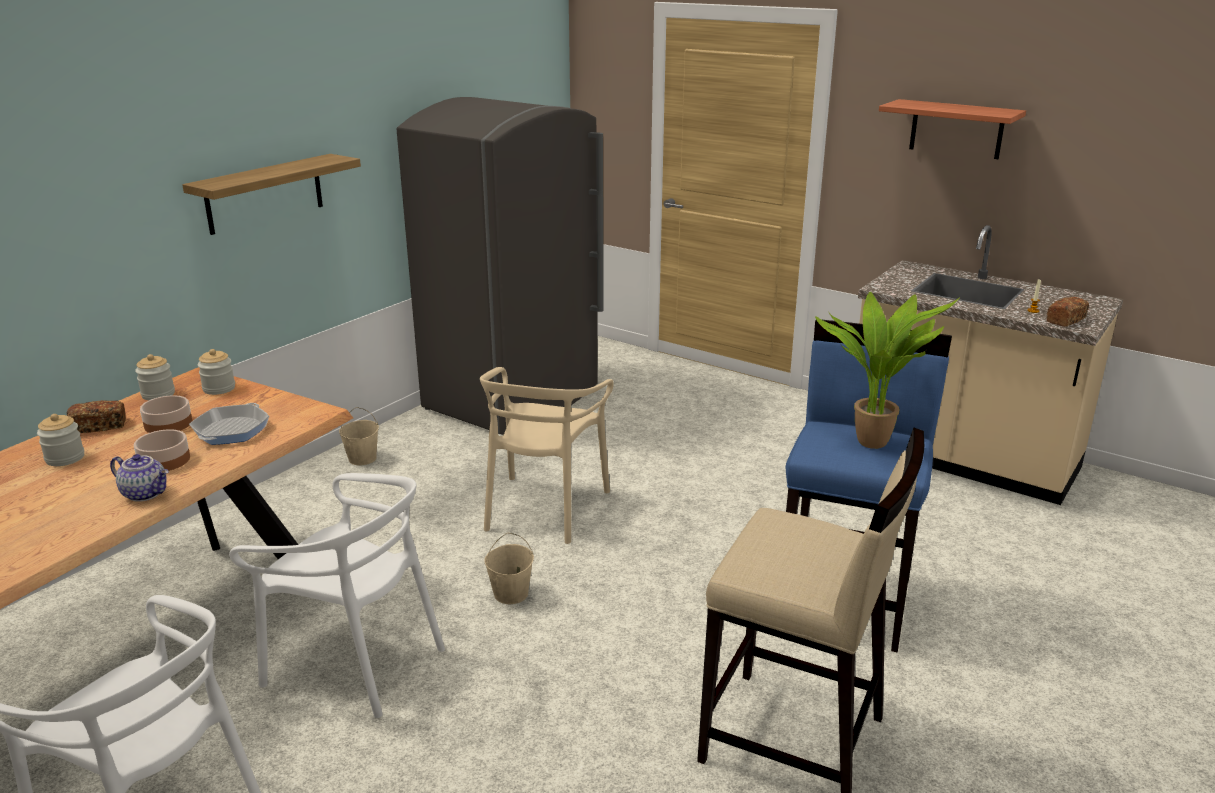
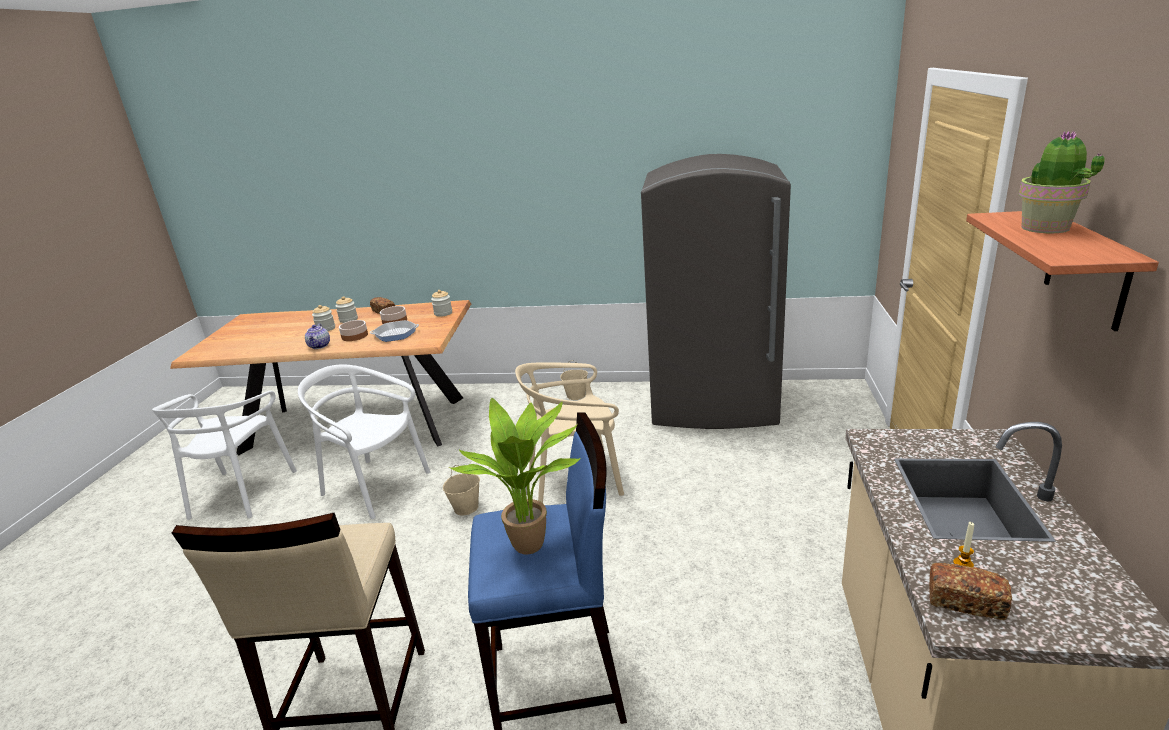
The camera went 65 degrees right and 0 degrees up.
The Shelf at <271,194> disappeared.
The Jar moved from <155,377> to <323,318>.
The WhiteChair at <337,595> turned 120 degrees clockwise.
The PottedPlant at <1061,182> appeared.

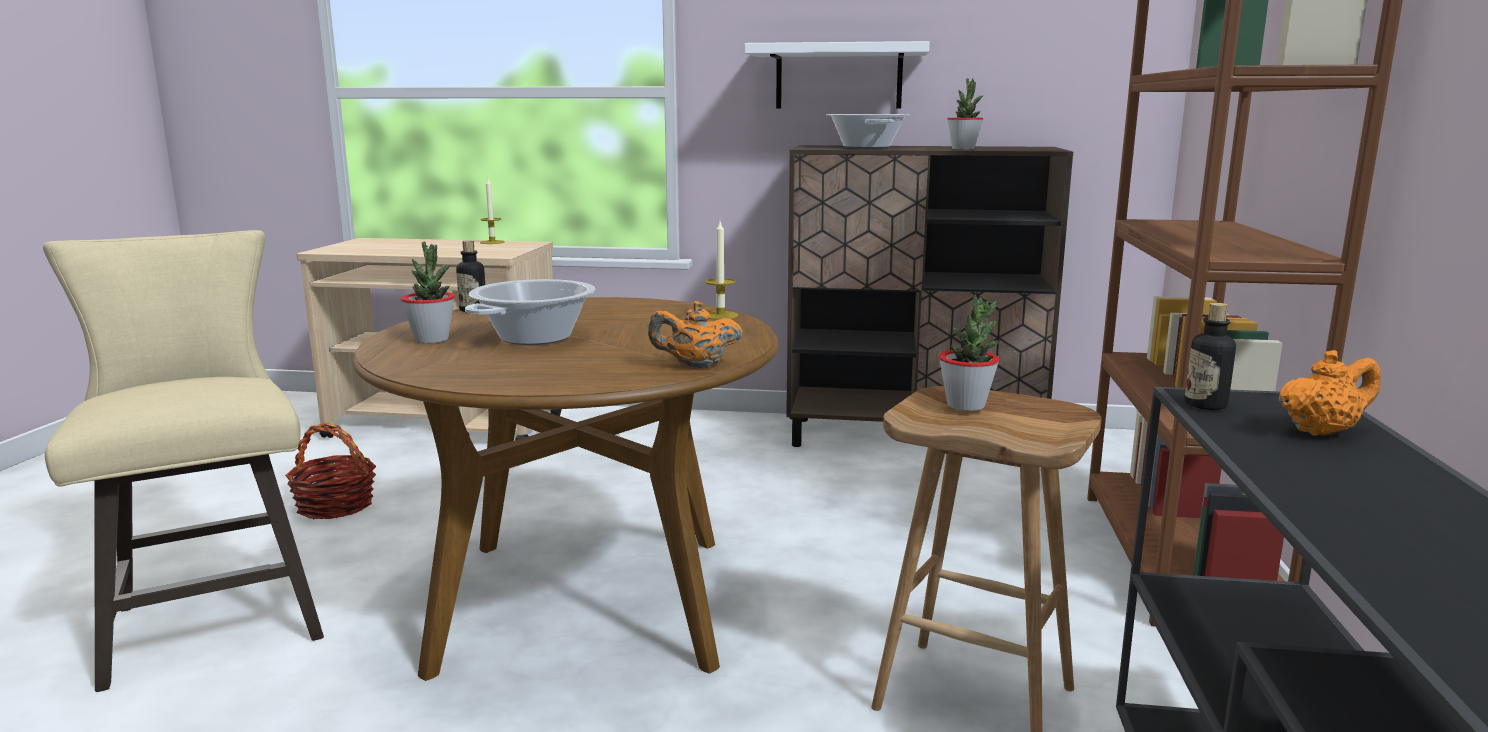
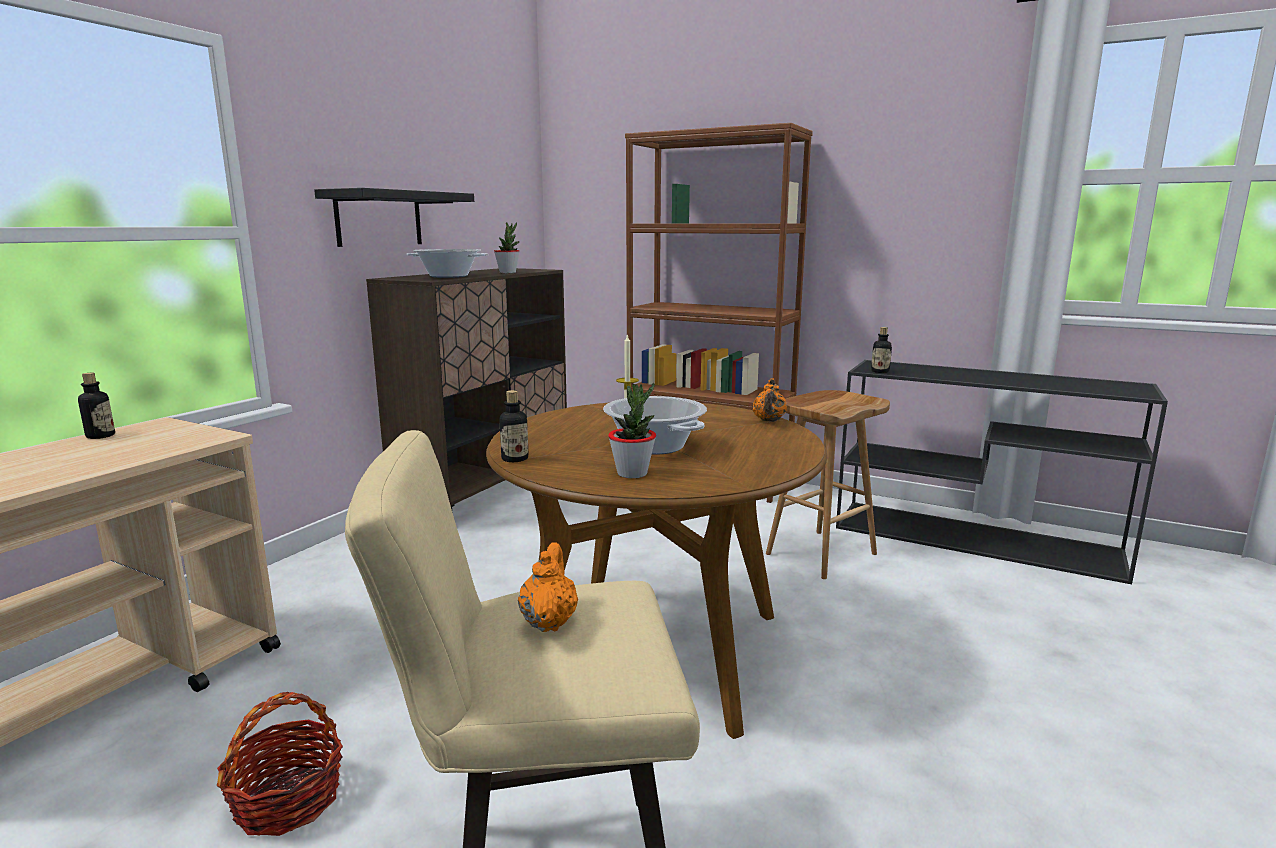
The camera went 70 degrees left and 0 degrees up.
The WhiteShelf at <837,75> became the BlackShelf at <394,217>.
The Candle at <492,211> was replaced by the Bottle at <96,406>.
The PottedPlant at <969,353> disappeared.
The OrangeTeapot moved from <1329,393> to <548,587>.

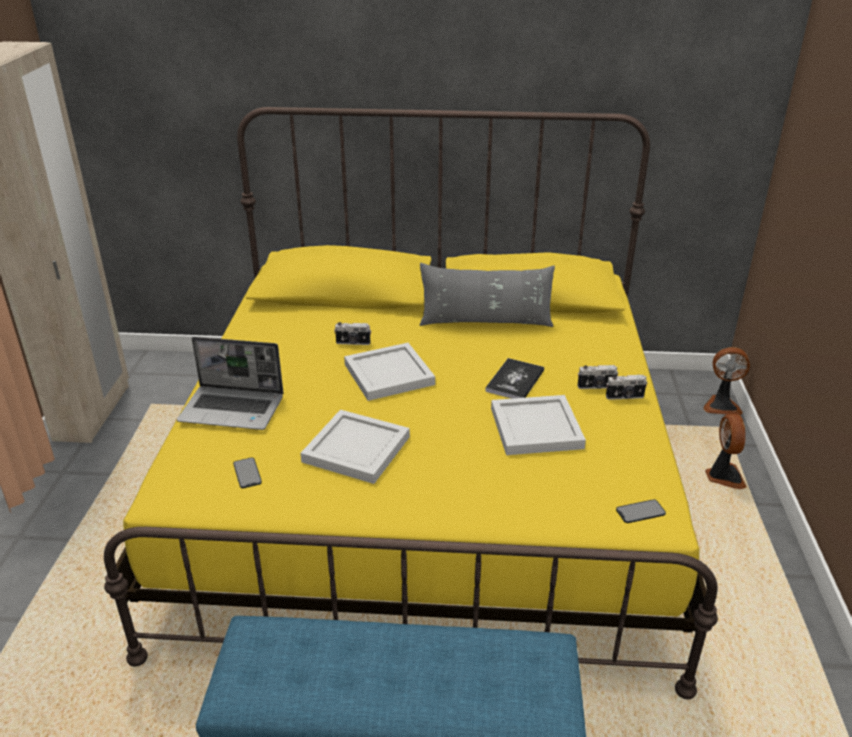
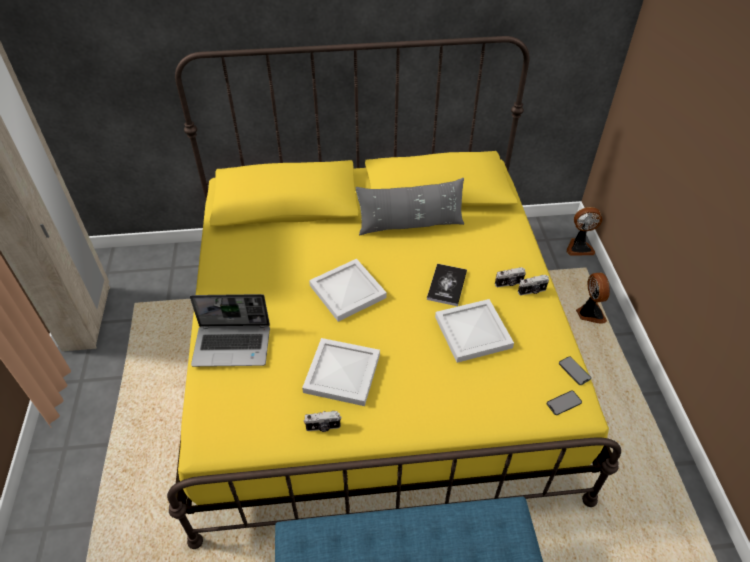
The camera went 10 degrees left and 15 degrees up.
The PhotoCamera moved from <352,333> to <323,421>.
The Phone moved from <247,473> to <575,370>.

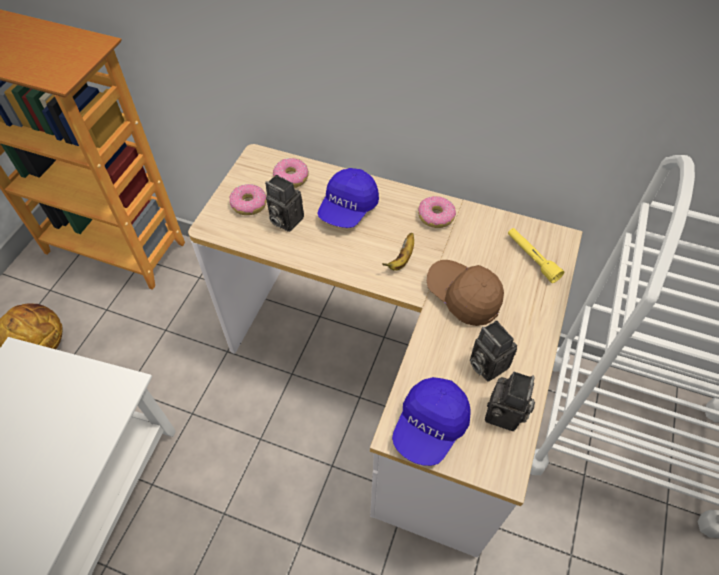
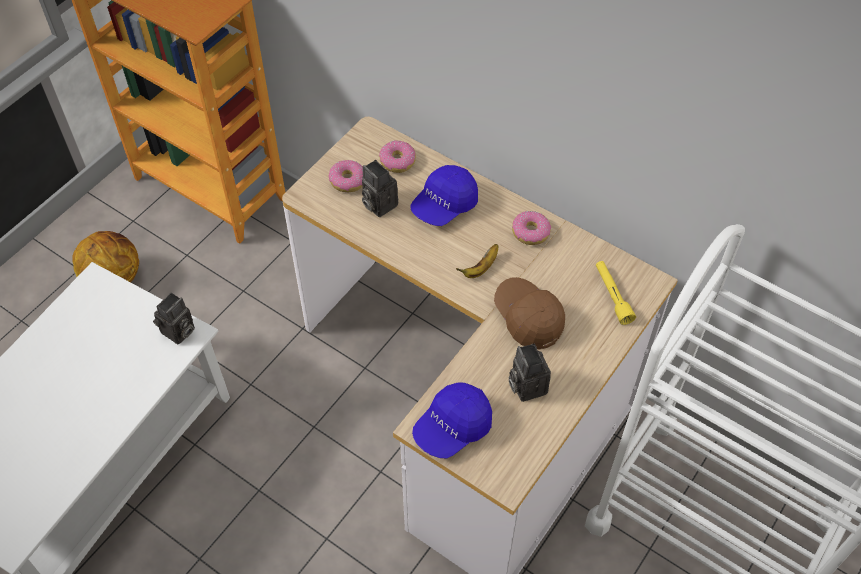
The camera went 15 degrees right and 0 degrees up.
The PhotoCamera moved from <510,401> to <174,319>.

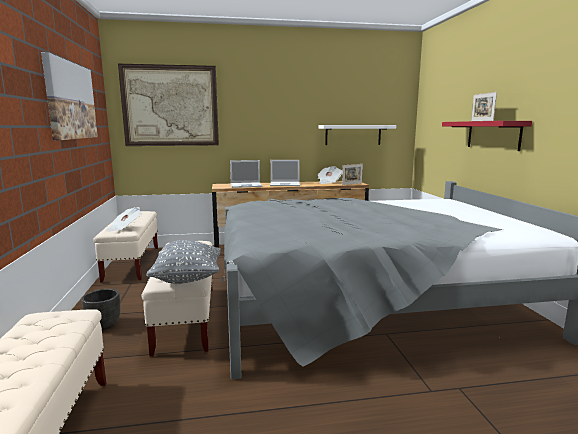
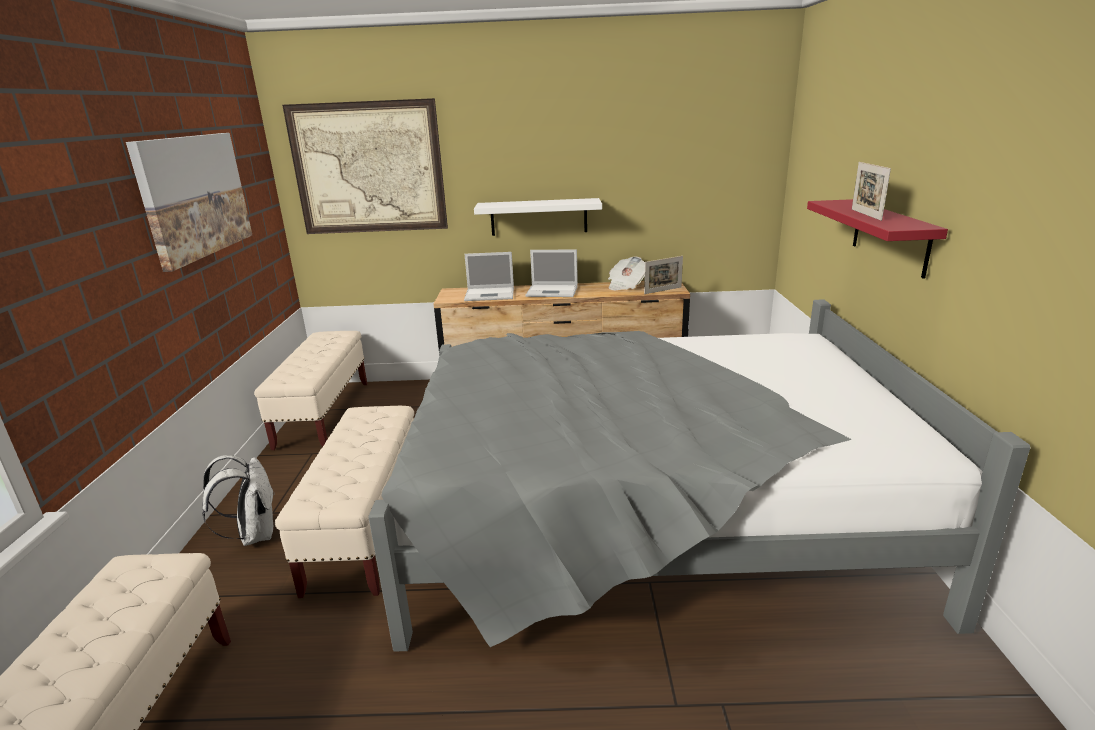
The camera went 10 degrees right and 10 degrees up.
The WhiteShelf moved from <357,135> to <538,217>.
The Newspaper at <123,219> disappeared.
The GreyPillow at <183,262> disappeared.
The BlackPlanter at <100,309> was replaced by the WhiteBackpack at <238,500>.

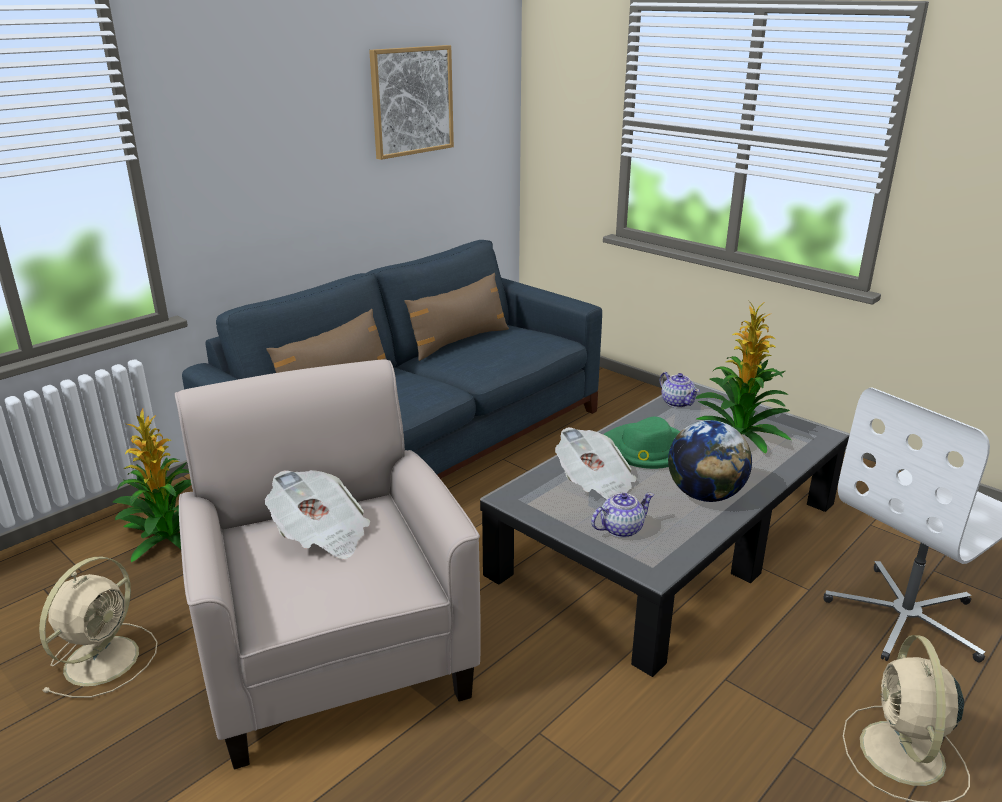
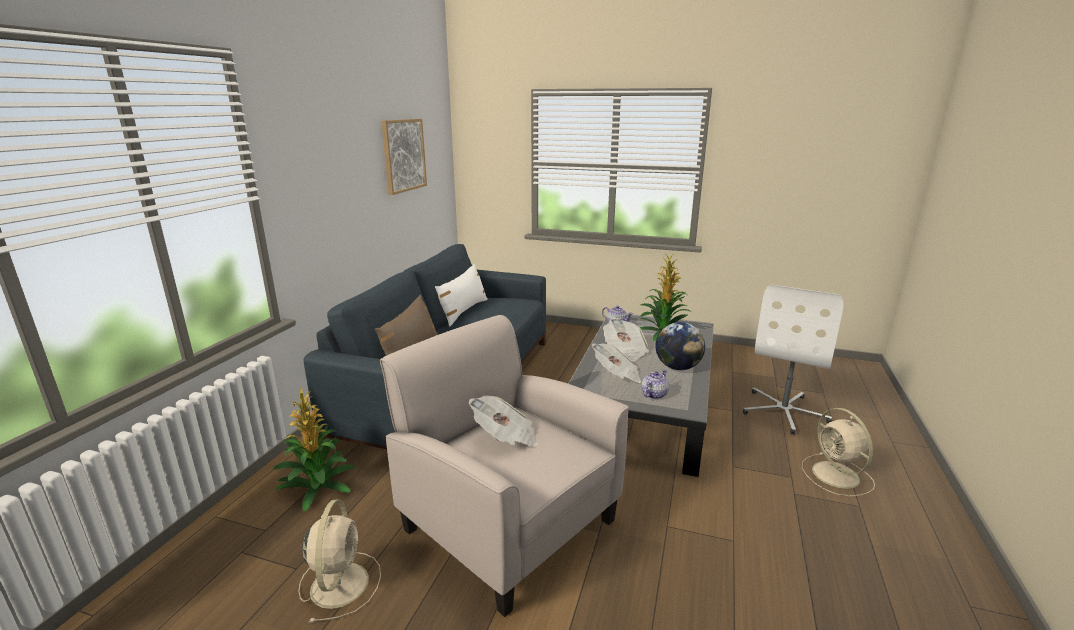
The camera went 25 degrees left and 5 degrees down.
The BrownPillow at <457,317> became the WhitePillow at <461,295>.
The GreenHat at <642,443> was replaced by the Newspaper at <626,340>.

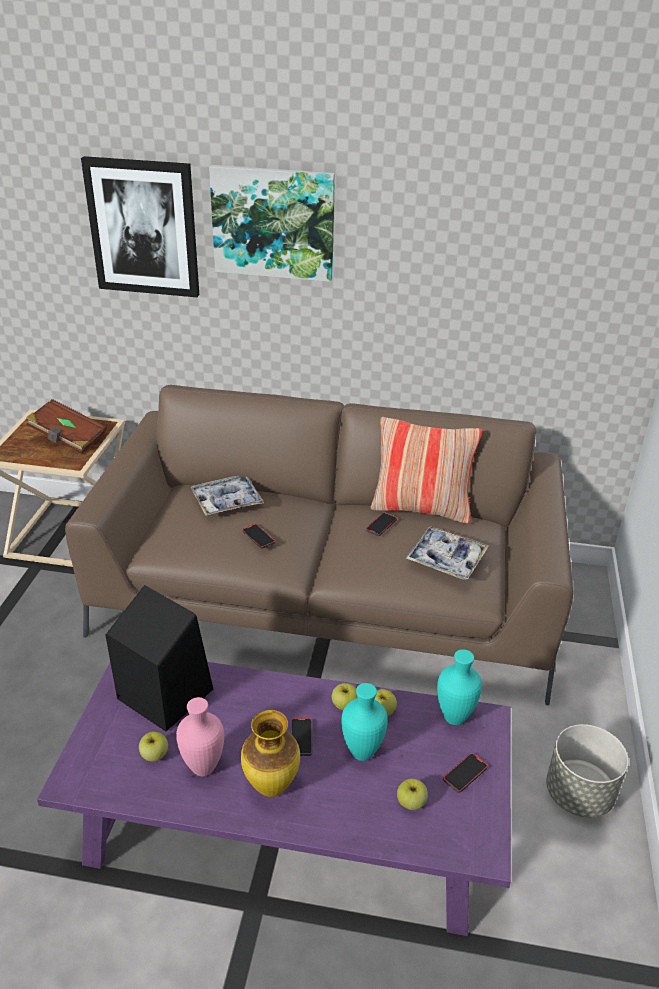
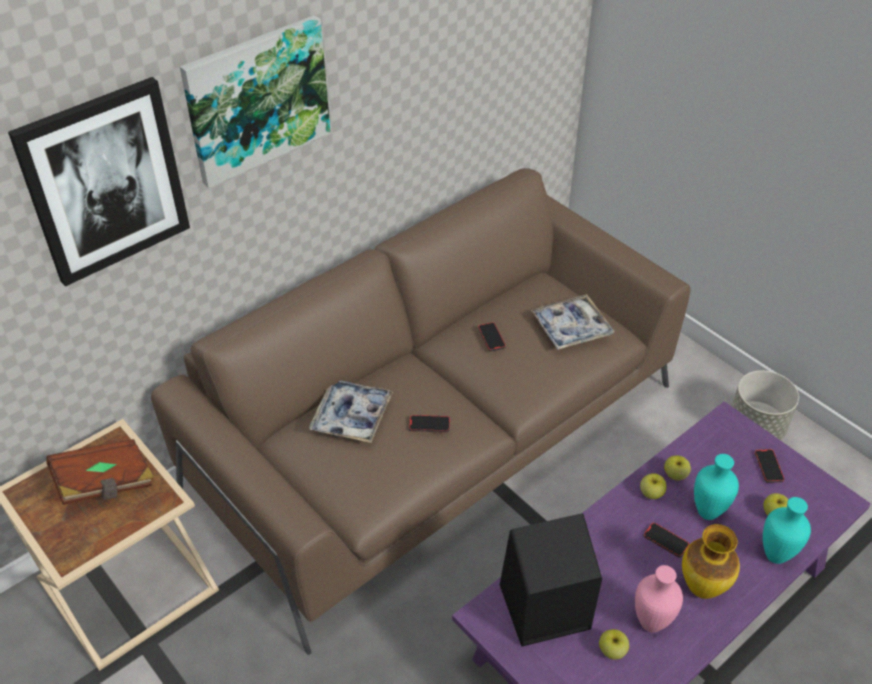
The camera went 50 degrees left and 10 degrees up.
The Pillow at <426,470> disappeared.
The TurquoiseVase moved from <459,687> to <787,530>.

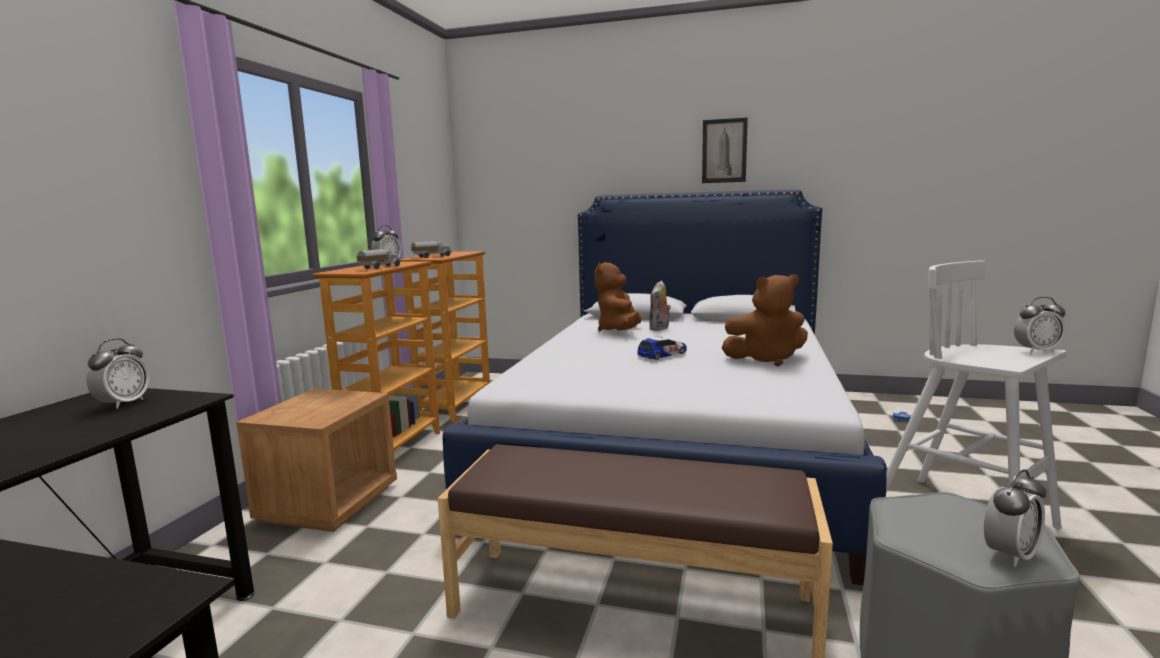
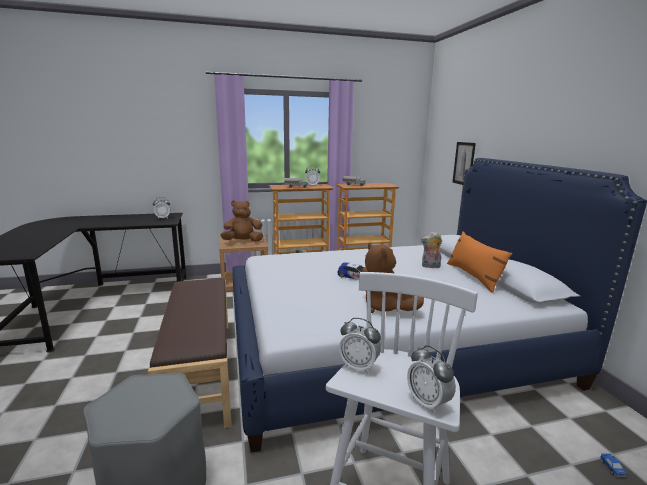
The camera went 60 degrees right and 5 degrees up.
The Picture moved from <725,150> to <464,163>.
The BrownPlushToy moved from <618,297> to <241,220>.
The AlarmClock moved from <1015,518> to <360,346>.
The OrangePillow at <479,262> appeared.

